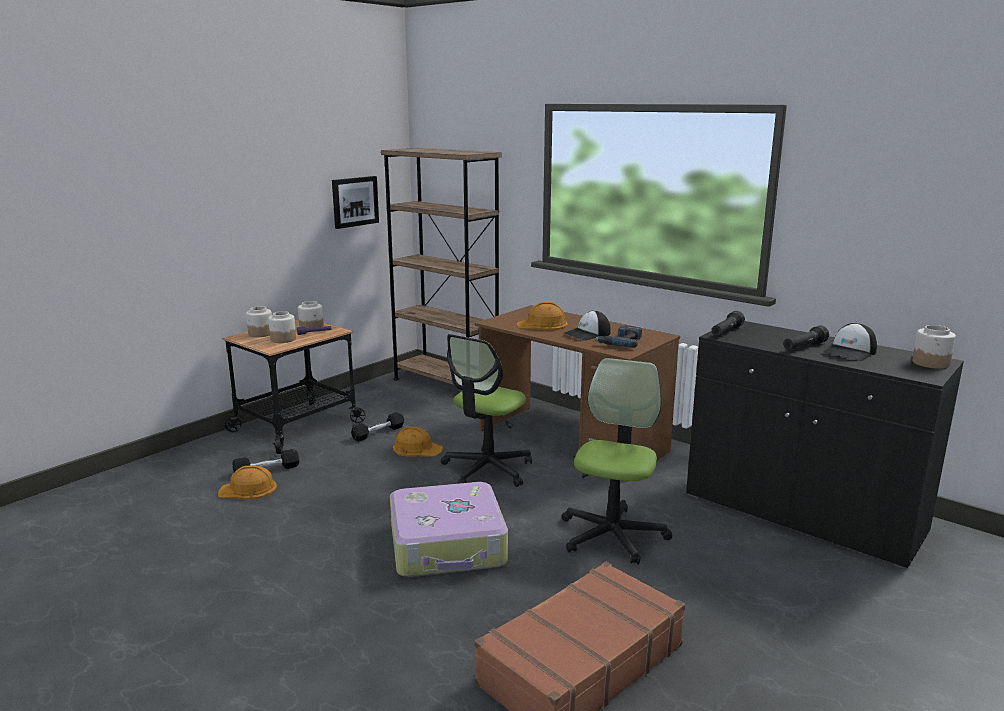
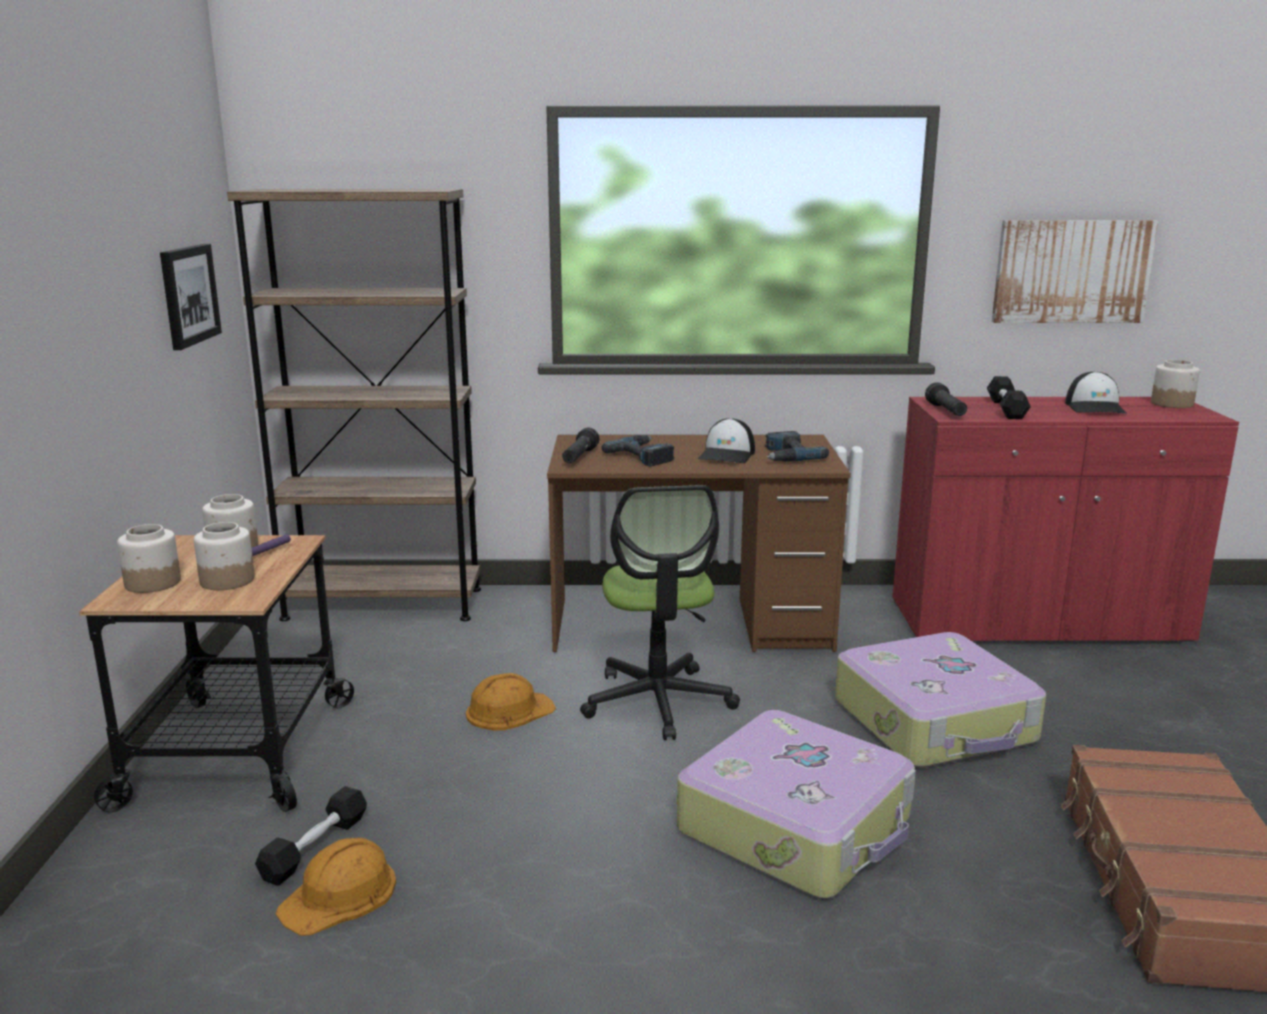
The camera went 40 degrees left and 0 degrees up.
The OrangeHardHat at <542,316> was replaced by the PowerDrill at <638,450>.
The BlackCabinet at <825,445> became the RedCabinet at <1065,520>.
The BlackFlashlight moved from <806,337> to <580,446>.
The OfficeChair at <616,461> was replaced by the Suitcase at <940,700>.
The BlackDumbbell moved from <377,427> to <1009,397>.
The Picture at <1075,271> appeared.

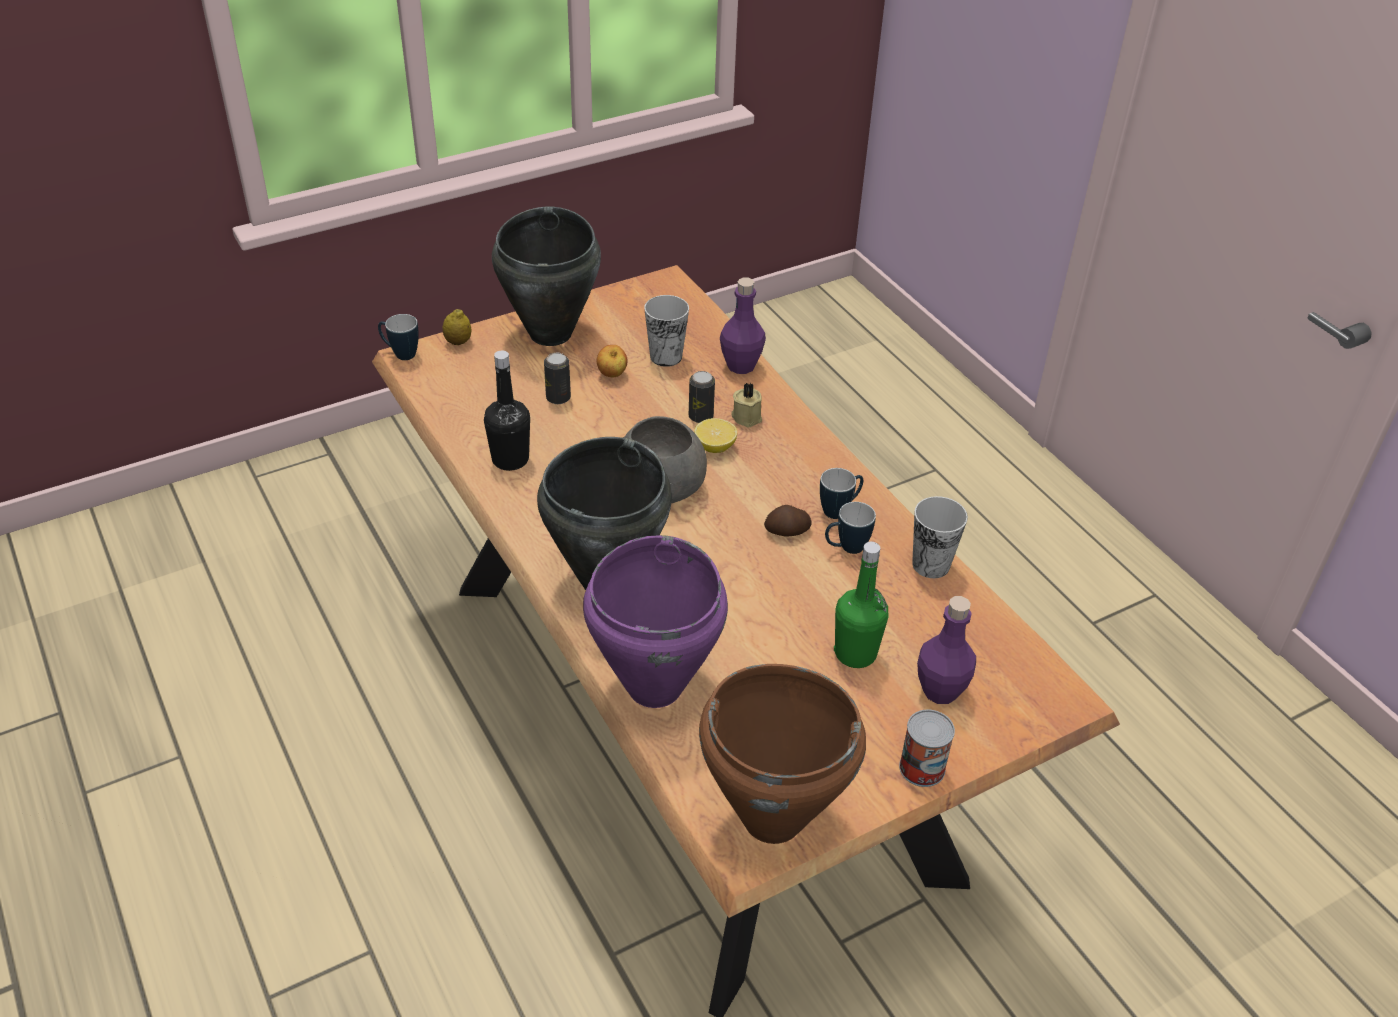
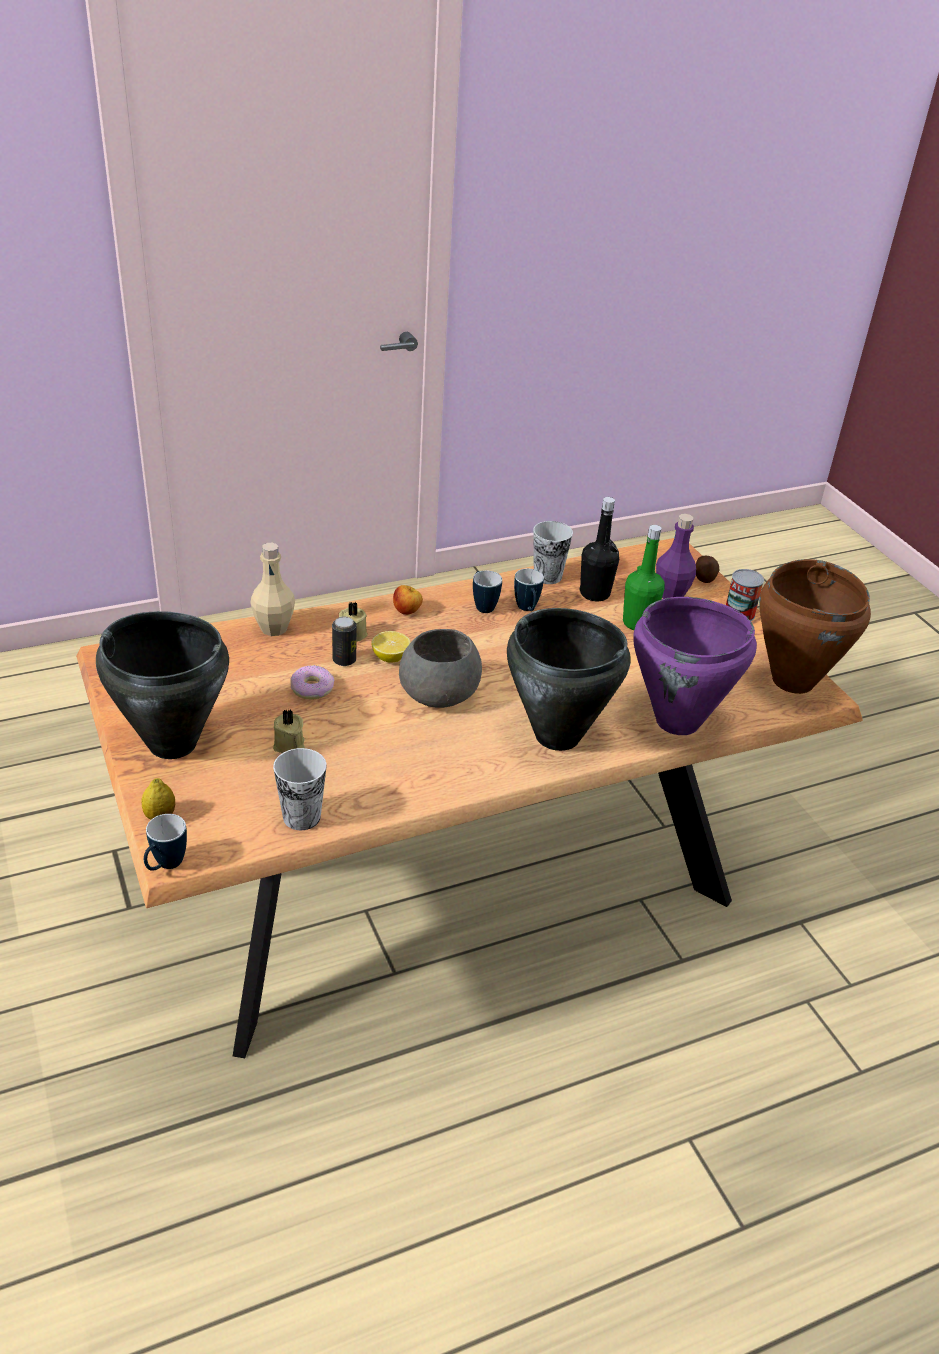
The camera went 85 degrees left and 5 degrees down.
The PurpleBottle at <743,326> became the BeigeBottle at <272,589>.
The Cup moved from <666,331> to <299,789>.
The Apple moved from <612,361> to <408,600>.
The BlackBottle moved from <507,411> to <599,549>.
The Can at <557,378> was replaced by the BeigeCandle at <289,731>.
The Potato moved from <788,521> to <707,569>.
The Donut at <312,682> appeared.

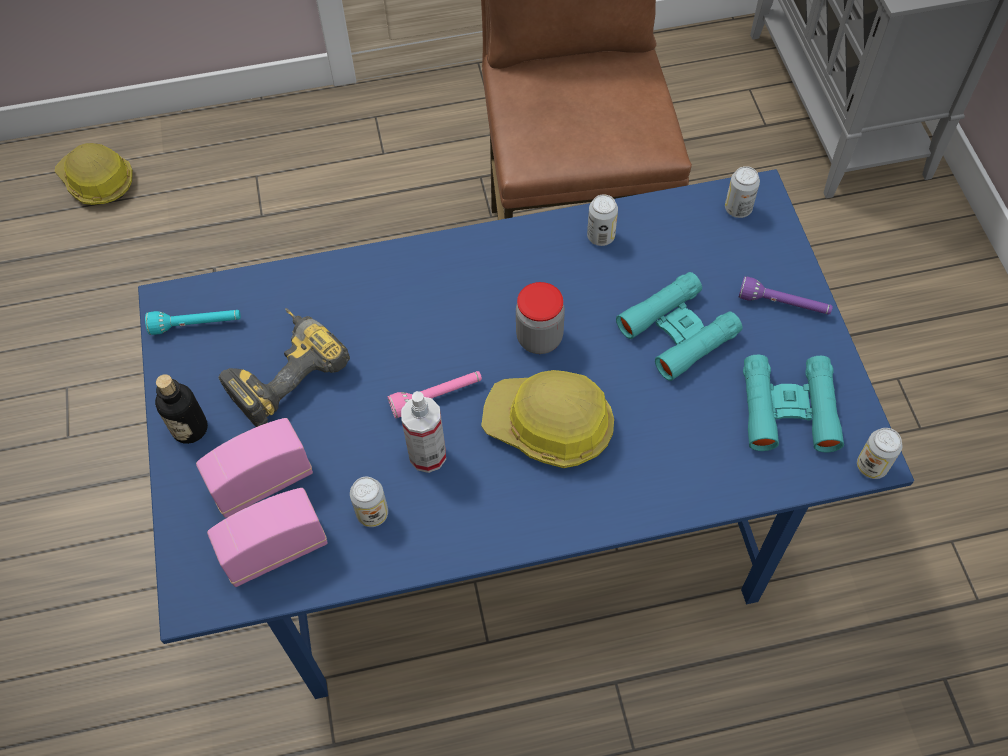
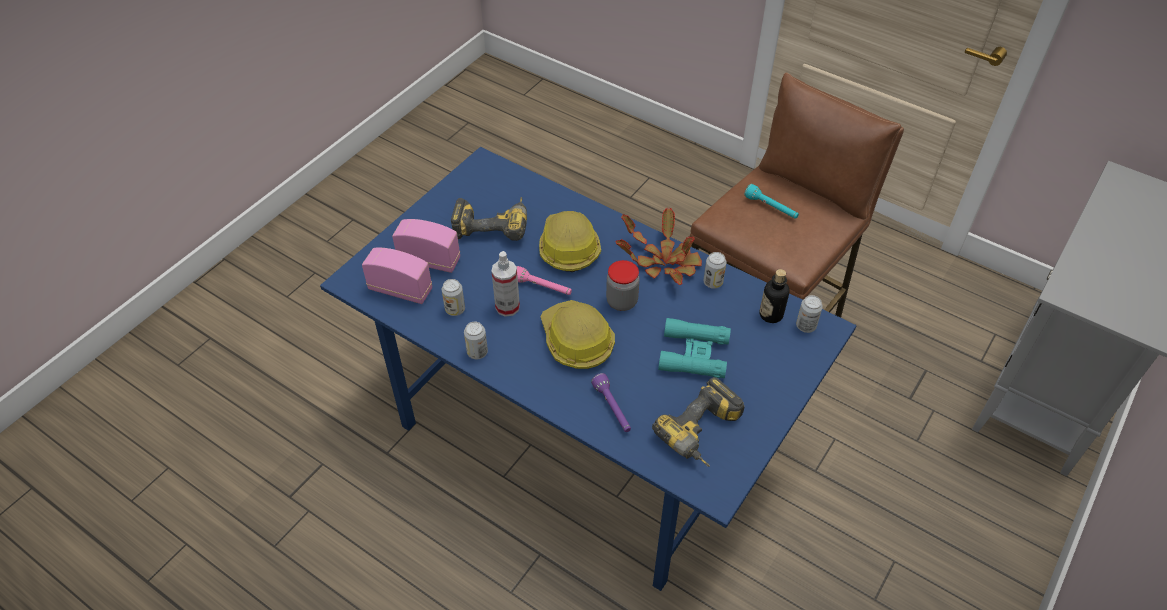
The camera went 45 degrees right and 10 degrees down.
The HardHat moved from <94,174> to <570,241>.
The PurpleFlashlight moved from <786,295> to <611,402>.
The TurquoiseFlashlight moved from <193,322> to <771,201>.
The TurquoiseBinoculars at <793,404> was replaced by the PowerDrill at <698,422>.
The Bottle moved from <181,409> to <775,296>.
The Can moved from <879,453> to <476,340>.
The PottedPlant at <659,246> appeared.

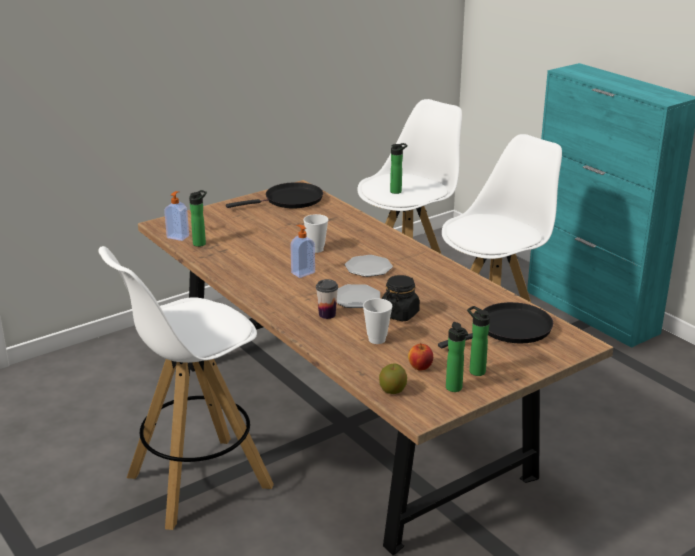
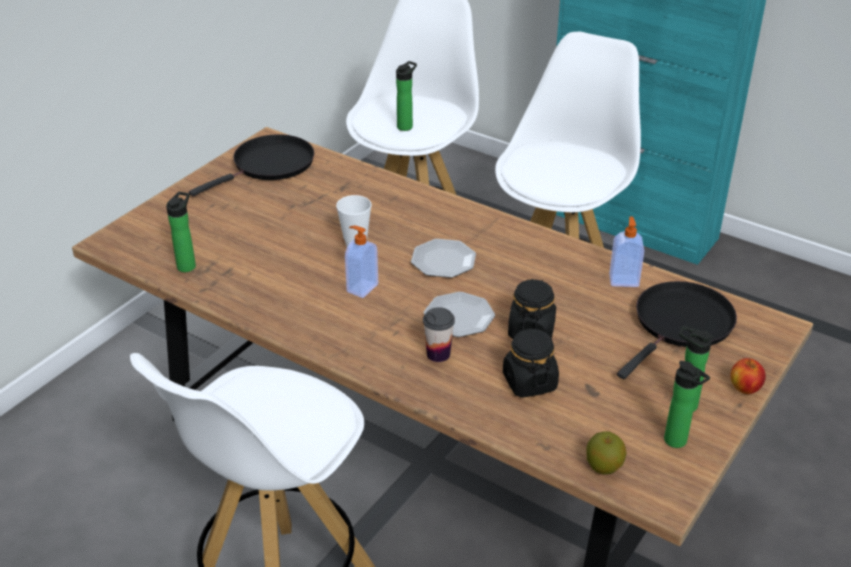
The camera went 20 degrees left and 10 degrees up.
The SoapDispenser moved from <176,216> to <626,251>.
The Cup at <377,321> was replaced by the BlackJar at <531,363>.
The Apple moved from <420,357> to <748,376>.

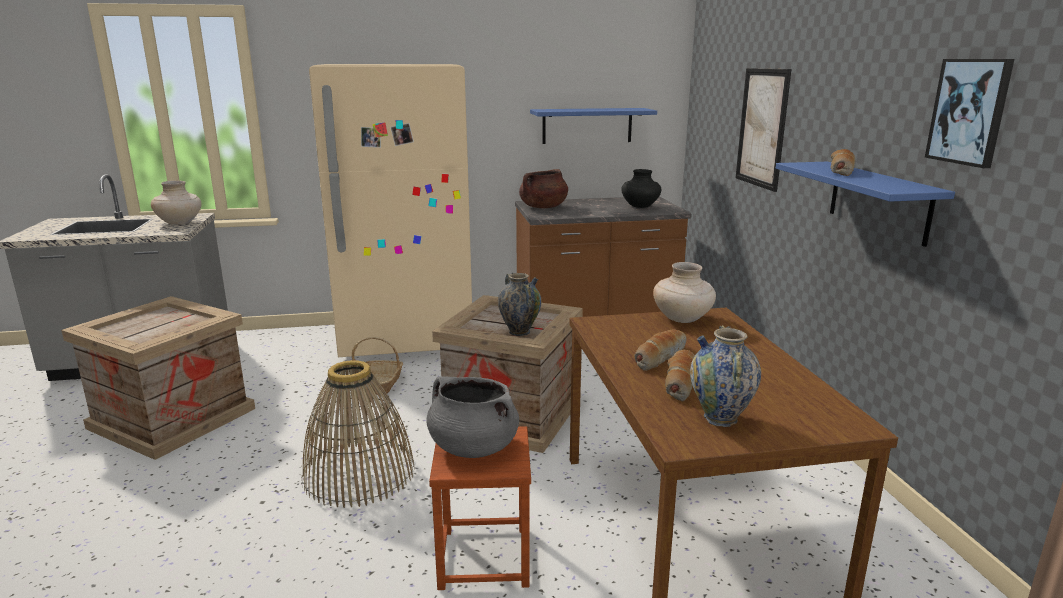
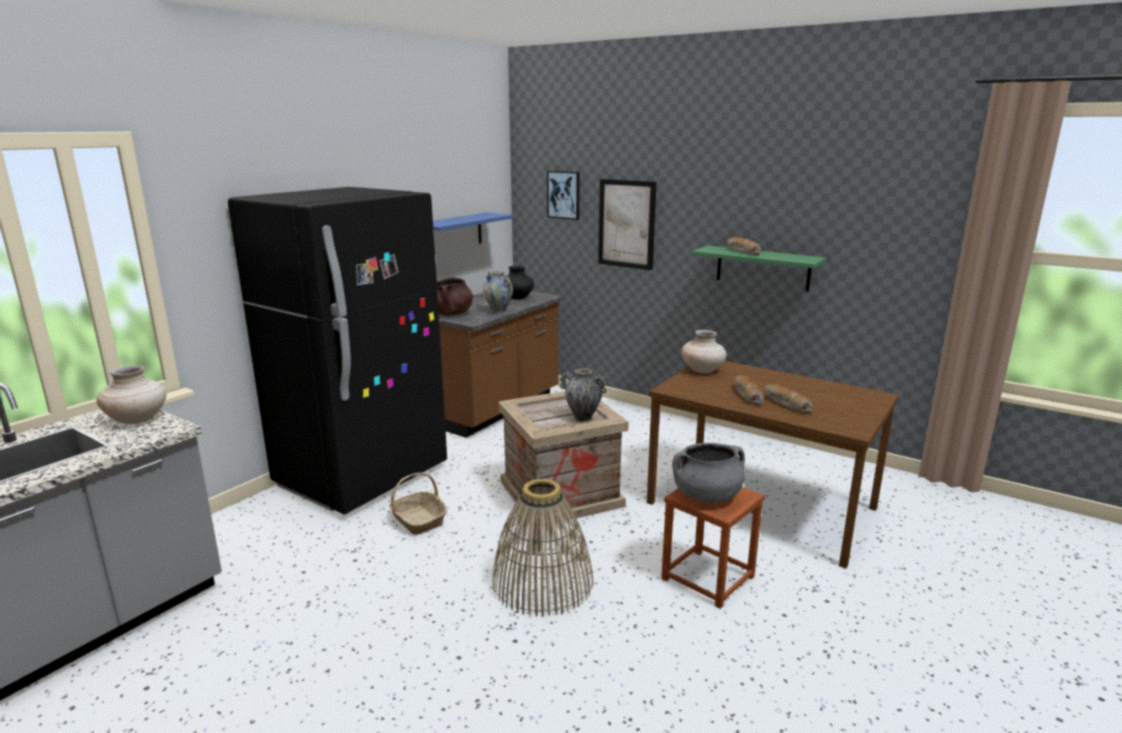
The camera went 45 degrees left and 0 degrees up.
The Picture moved from <969,113> to <563,195>.
The BeigeFridge at <390,210> became the BlackFridge at <337,351>.
The BlueShelf at <865,204> became the GreenShelf at <759,269>.
The Crate at <158,378> disappeared.
The Vase moved from <725,376> to <498,292>.

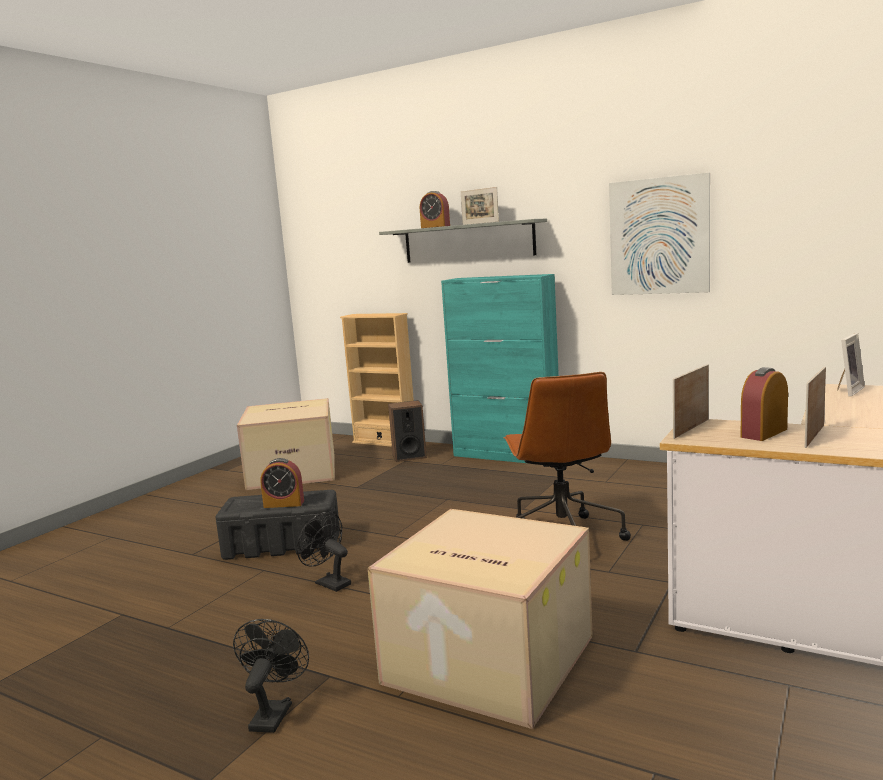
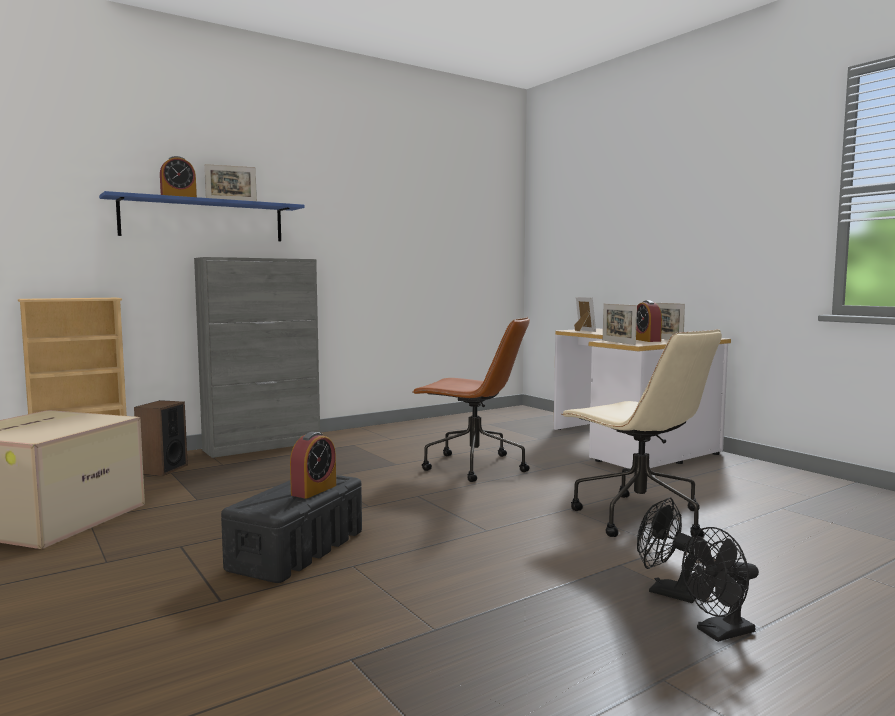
The camera went 65 degrees left and 5 degrees down.
The Picture at <659,234> disappeared.
The GreyShelf at <463,240> became the BlueShelf at <202,216>.
The TurquoiseCabinet at <500,368> became the GreyCabinet at <257,357>.
The CardboardBox at <480,619> was replaced by the BeigeOfficeChair at <641,433>.
The BlackFan moved from <324,552> to <720,584>.

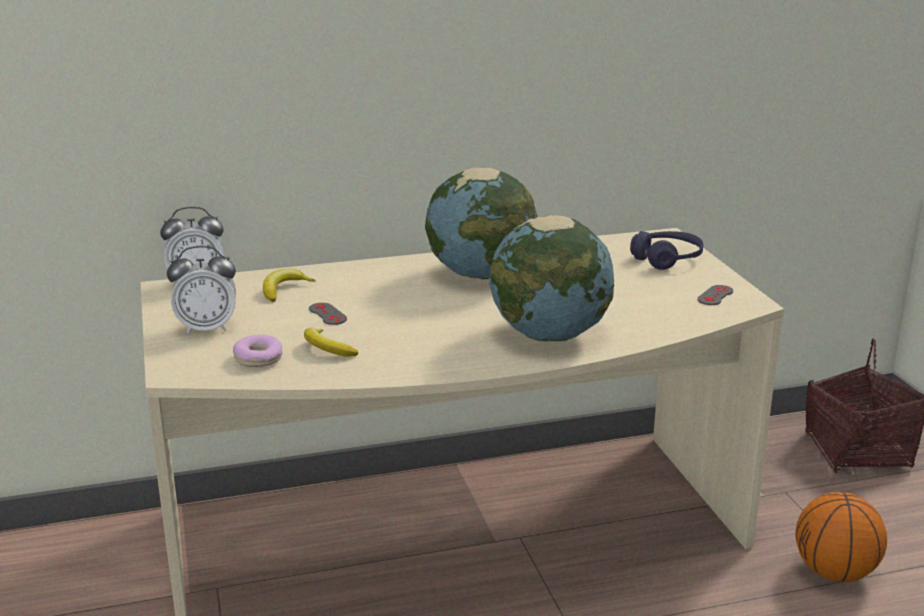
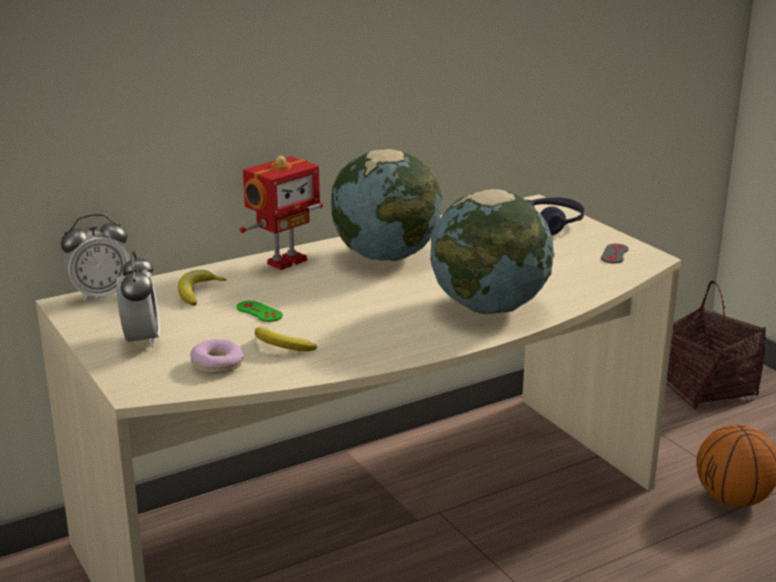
The camera went 15 degrees left and 0 degrees up.
The AlarmClock at <201,290> turned 75 degrees counterclockwise.
The GreyGameController at <328,314> became the GreenGameController at <259,311>.
The ToyRobot at <281,213> appeared.

